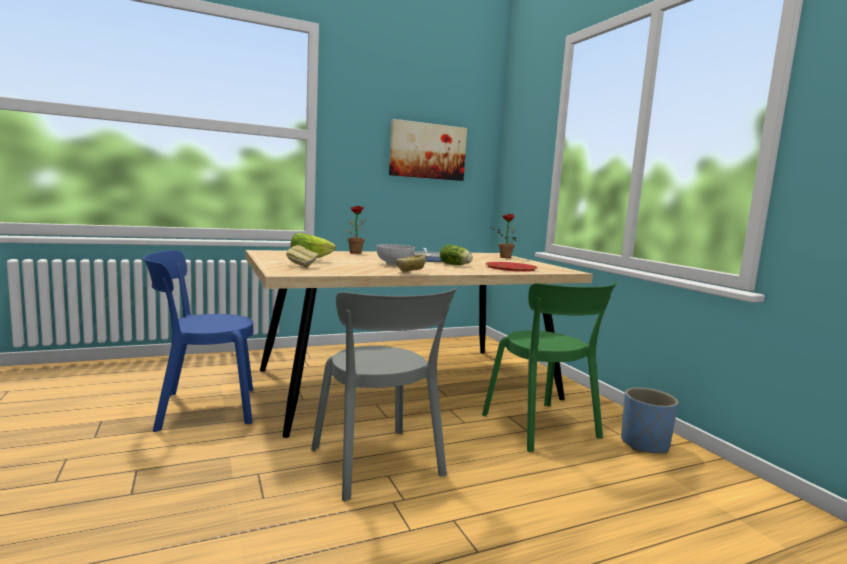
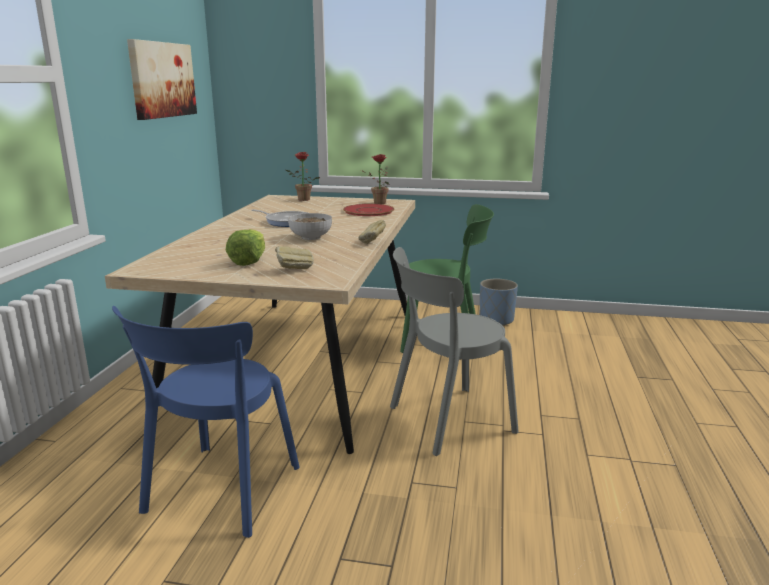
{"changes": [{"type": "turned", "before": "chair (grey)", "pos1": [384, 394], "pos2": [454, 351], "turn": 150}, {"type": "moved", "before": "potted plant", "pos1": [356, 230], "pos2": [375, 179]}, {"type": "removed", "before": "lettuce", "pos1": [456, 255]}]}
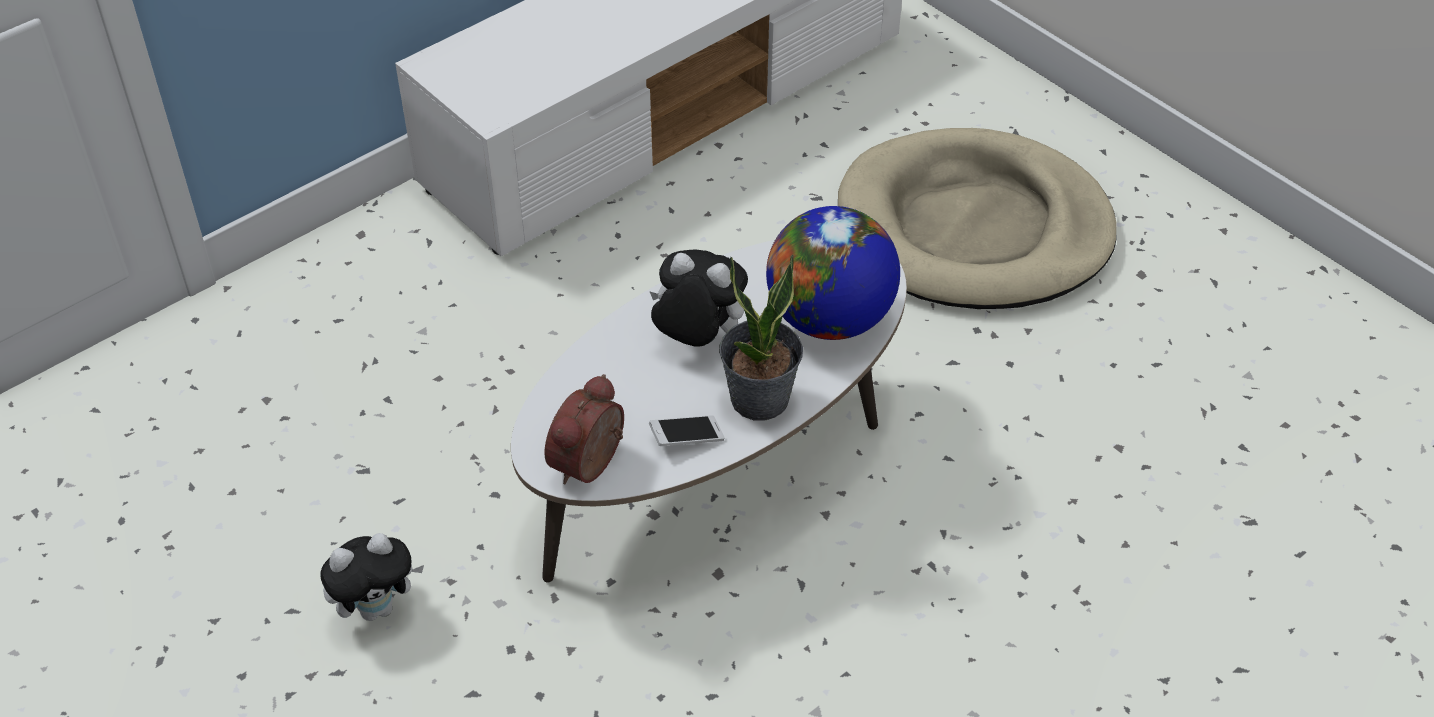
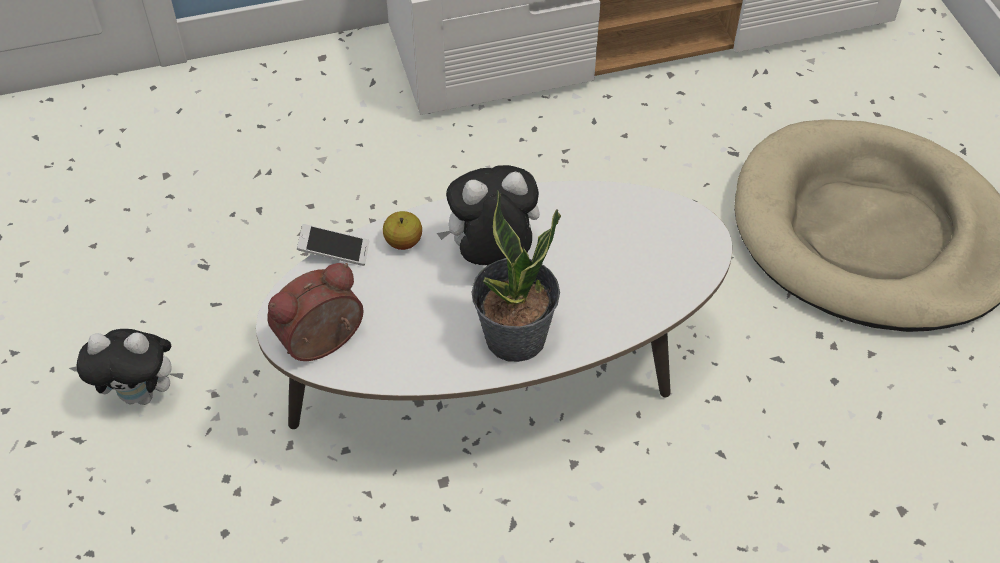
{"changes": [{"type": "turned", "before": "plush toy", "pos1": [698, 298], "pos2": [488, 215], "turn": -60}, {"type": "moved", "before": "phone", "pos1": [687, 430], "pos2": [333, 245]}, {"type": "removed", "before": "globe", "pos1": [833, 273]}, {"type": "added", "after": "apple", "pos2": [402, 230]}]}
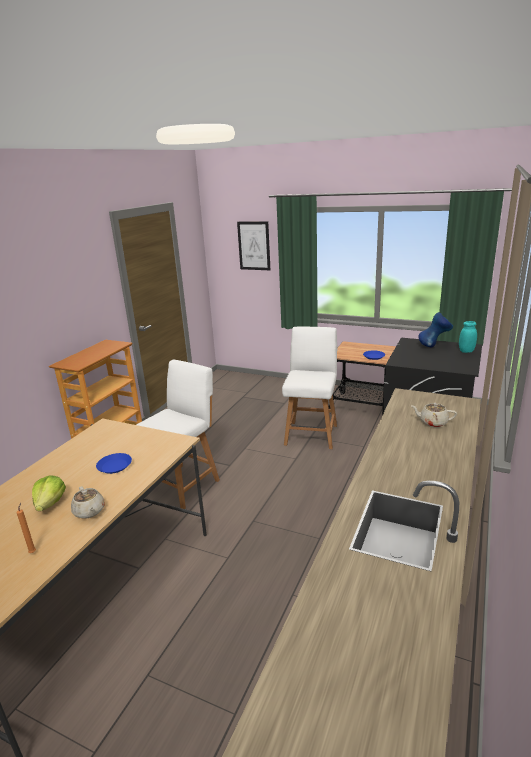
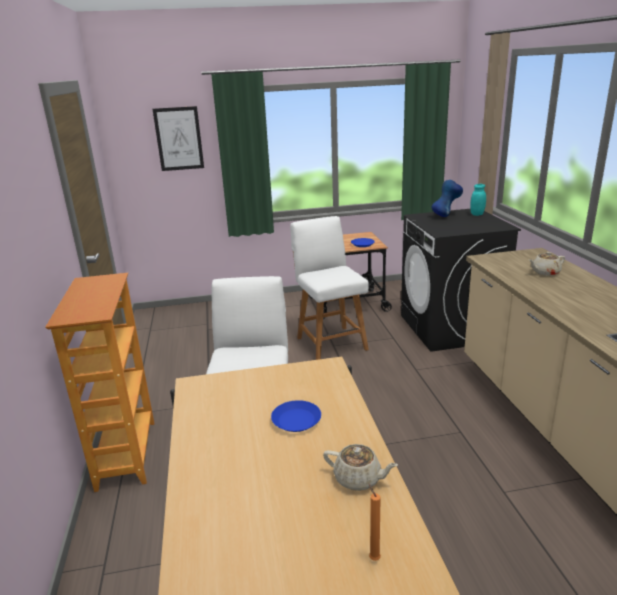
{"changes": [{"type": "removed", "before": "lettuce", "pos1": [49, 493]}]}
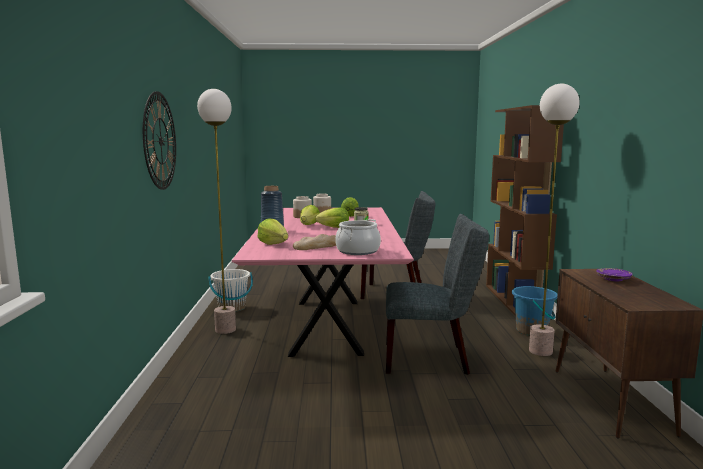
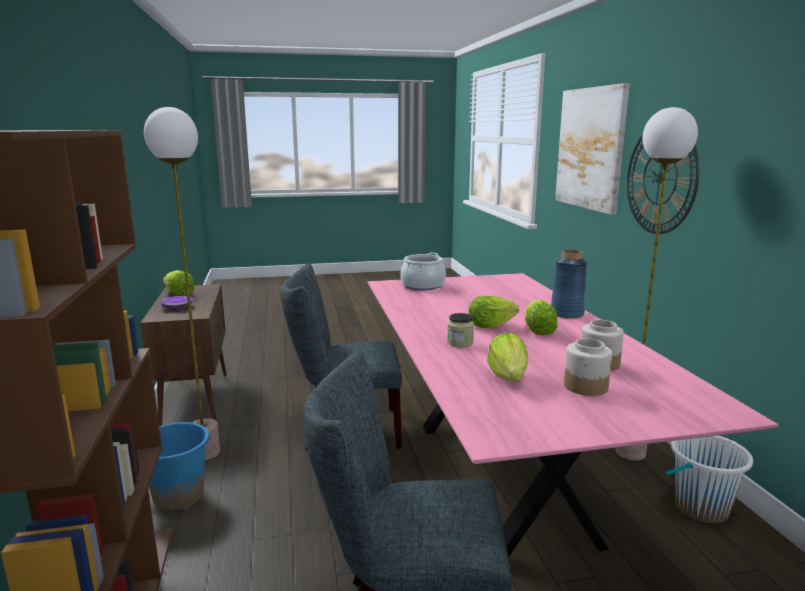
{"changes": [{"type": "moved", "before": "lettuce", "pos1": [272, 232], "pos2": [179, 283]}, {"type": "removed", "before": "bread", "pos1": [314, 242]}, {"type": "added", "after": "picture", "pos2": [592, 149]}]}
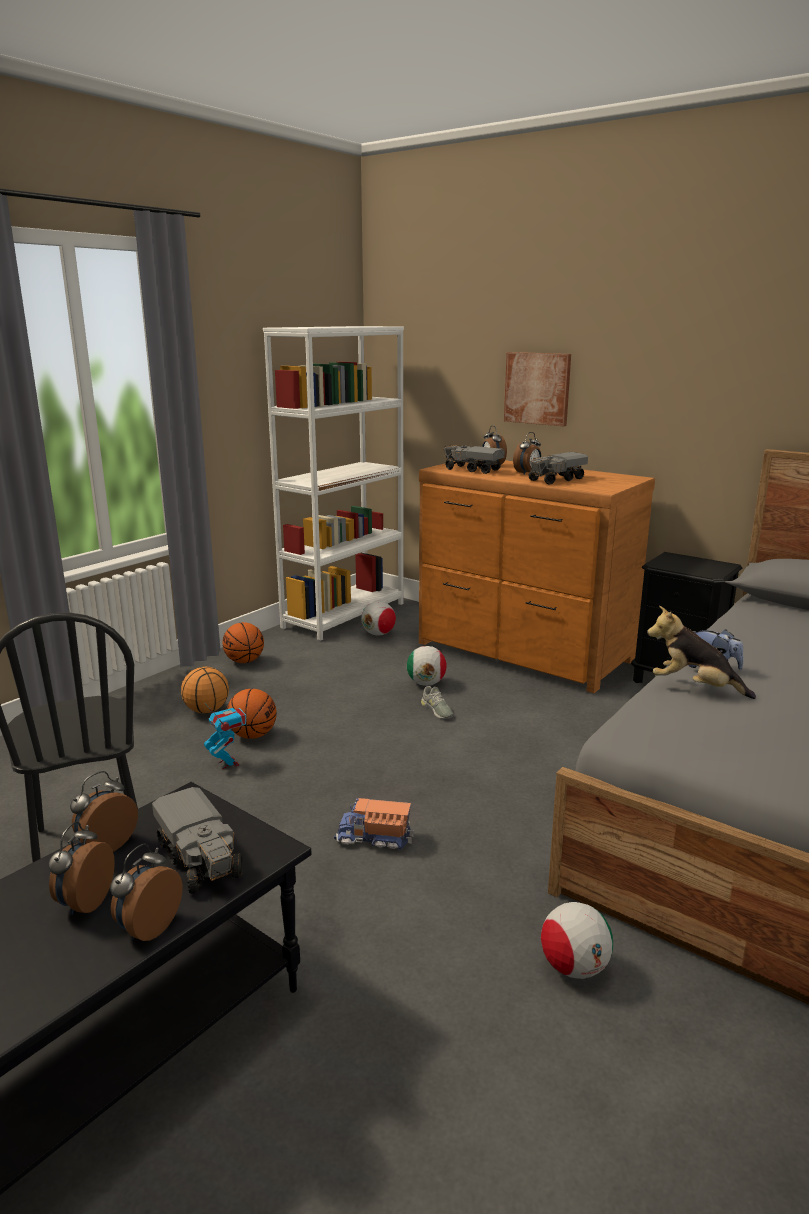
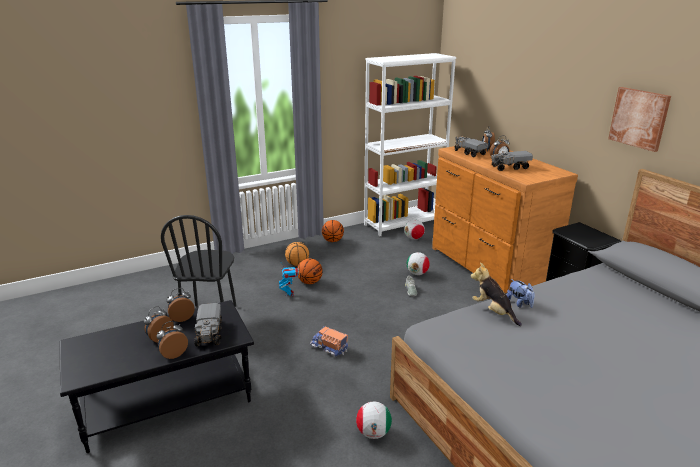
{"changes": [{"type": "moved", "before": "picture", "pos1": [537, 389], "pos2": [639, 119]}]}
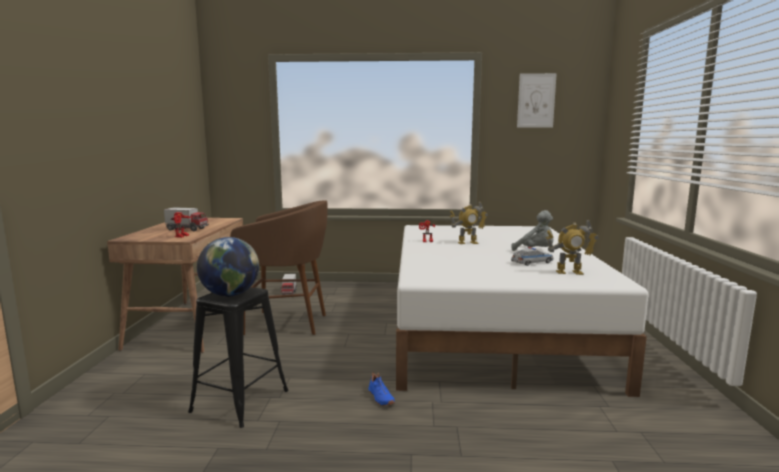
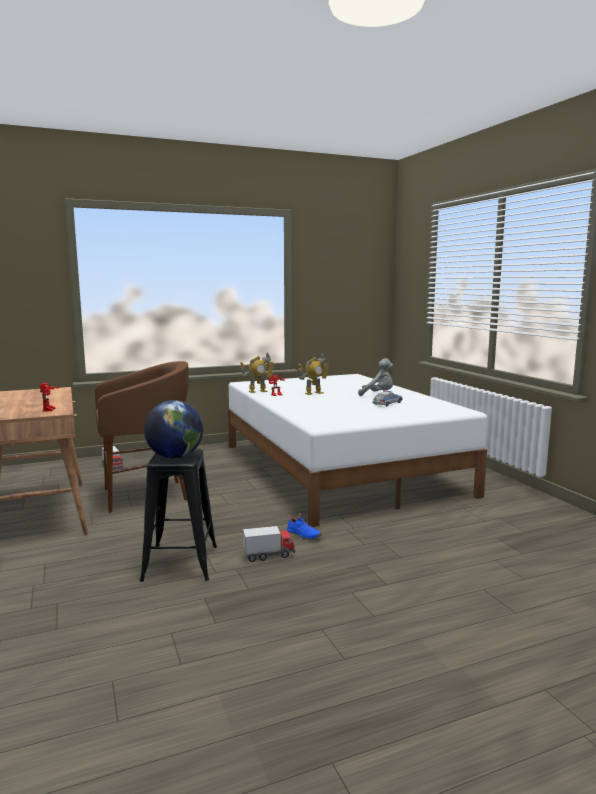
{"changes": [{"type": "moved", "before": "toy truck", "pos1": [186, 219], "pos2": [269, 544]}, {"type": "removed", "before": "picture", "pos1": [537, 100]}, {"type": "moved", "before": "toy robot", "pos1": [572, 247], "pos2": [257, 373]}]}
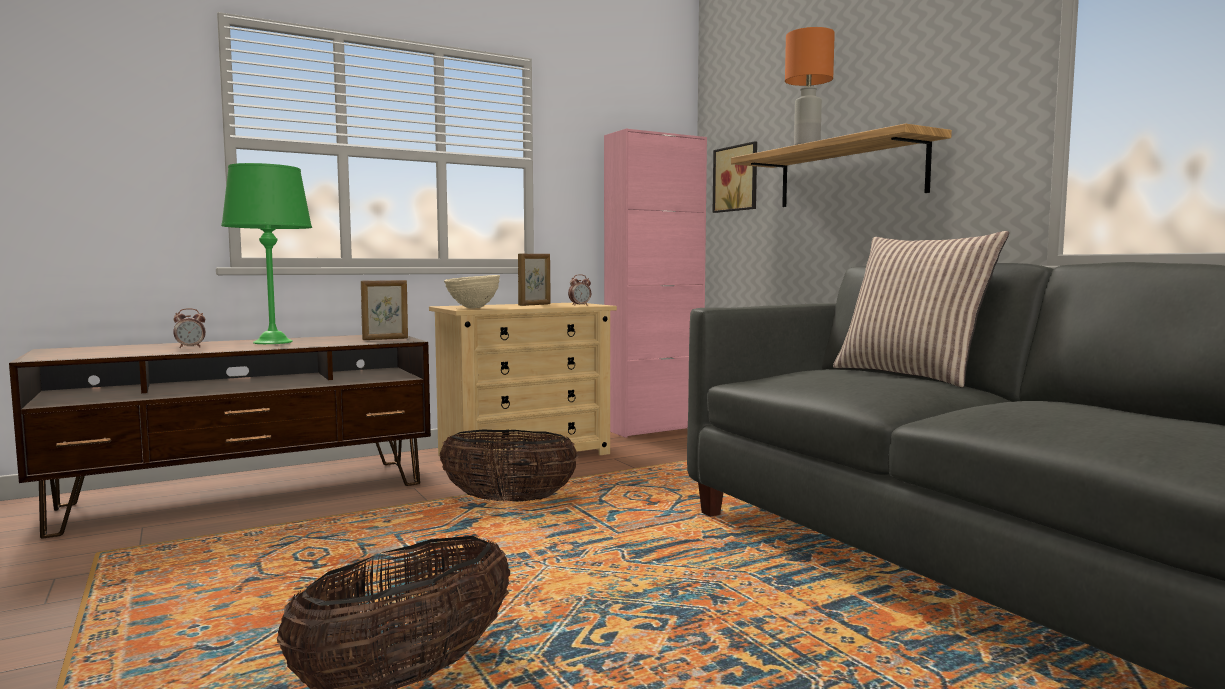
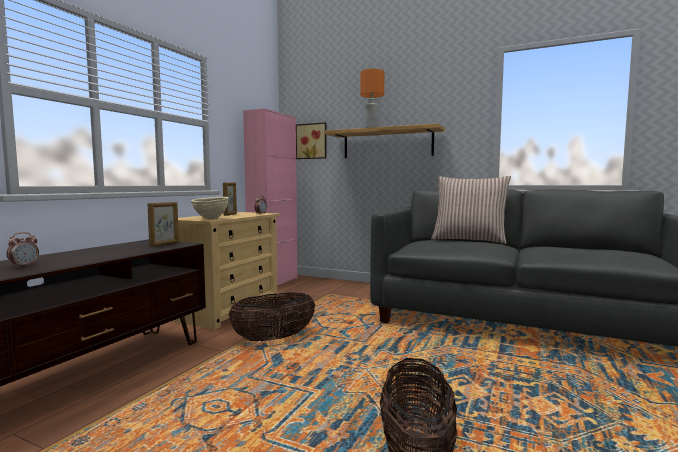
{"changes": [{"type": "removed", "before": "table lamp (green)", "pos1": [266, 253]}]}
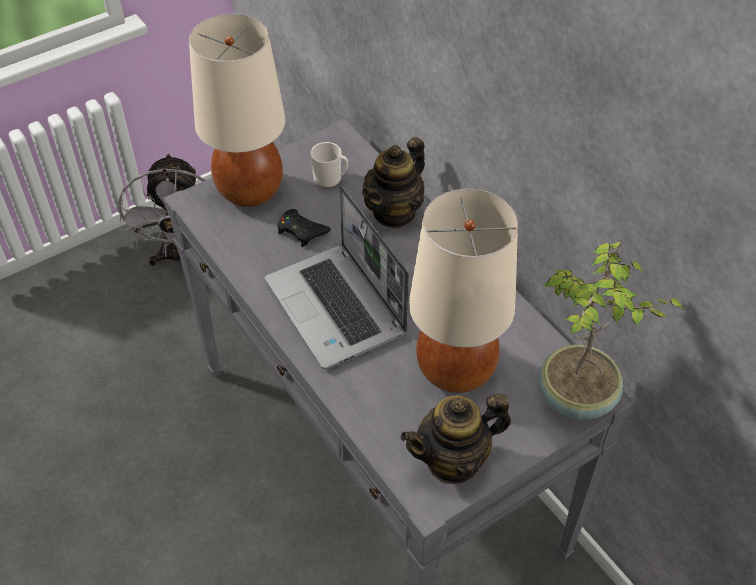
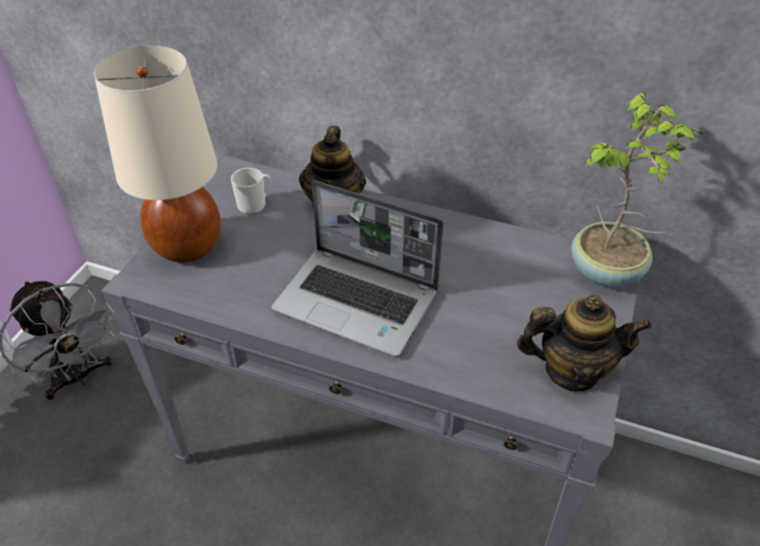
{"changes": [{"type": "removed", "before": "game controller (black)", "pos1": [304, 228]}, {"type": "turned", "before": "teapot", "pos1": [456, 438], "pos2": [584, 343], "turn": -120}, {"type": "removed", "before": "table lamp (beige)", "pos1": [463, 291]}]}
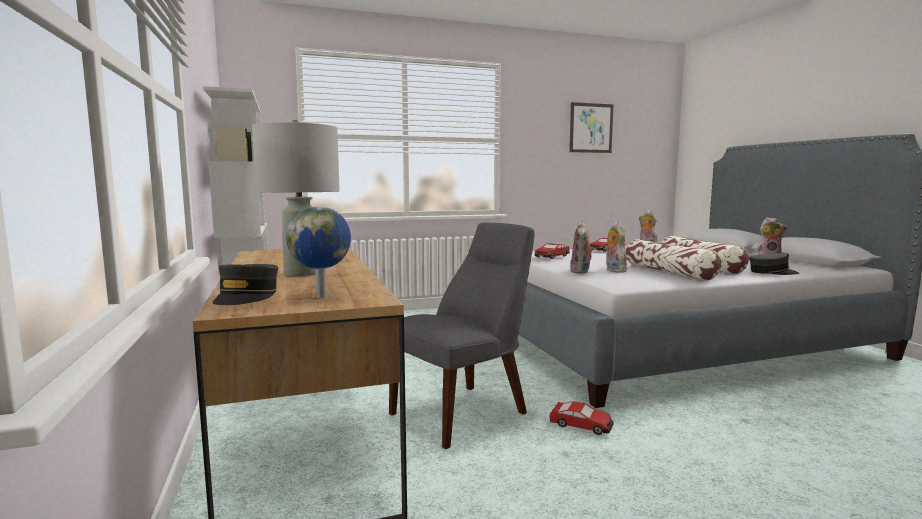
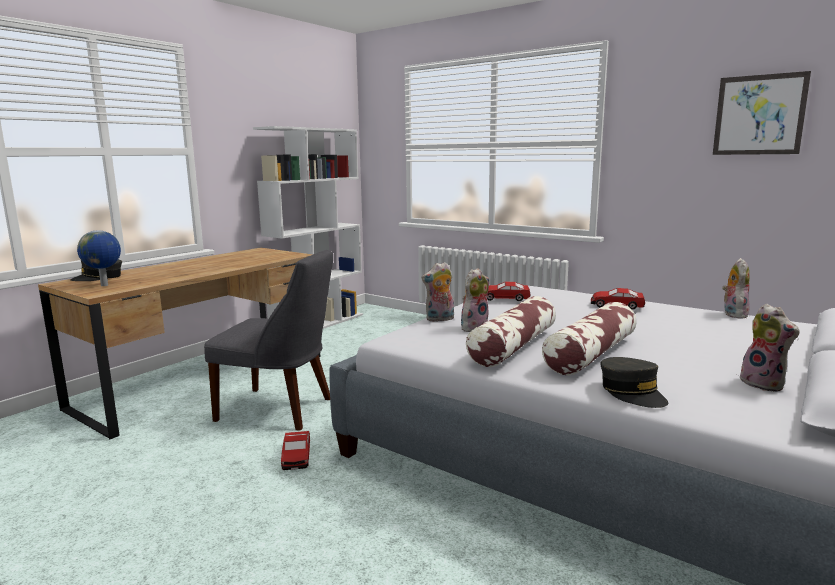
{"changes": [{"type": "removed", "before": "table lamp (grey)", "pos1": [296, 198]}]}
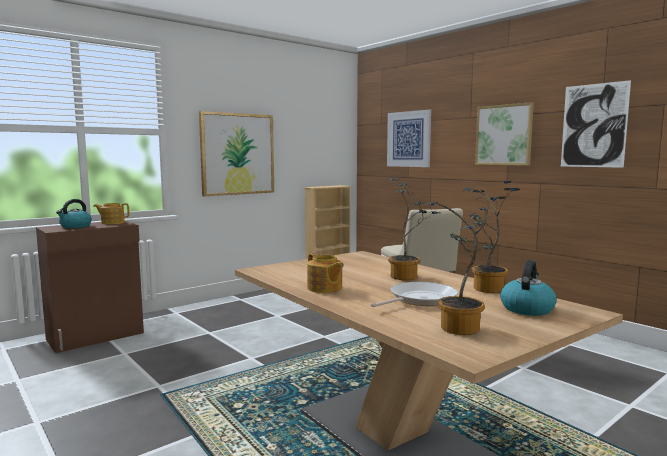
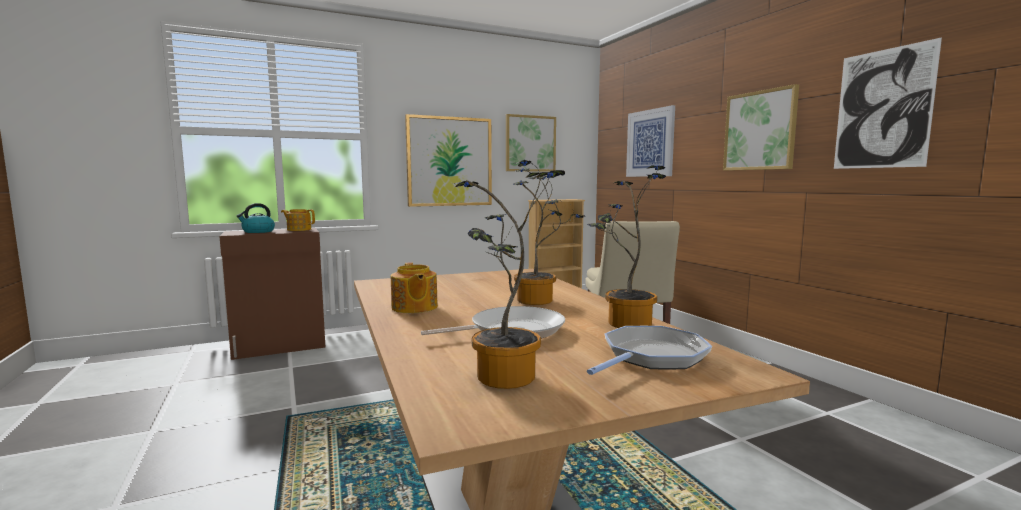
{"changes": [{"type": "replaced", "before": "kettle", "after": "frying pan", "pos1": [528, 288], "pos2": [649, 350]}, {"type": "added", "after": "picture", "pos2": [531, 143]}]}
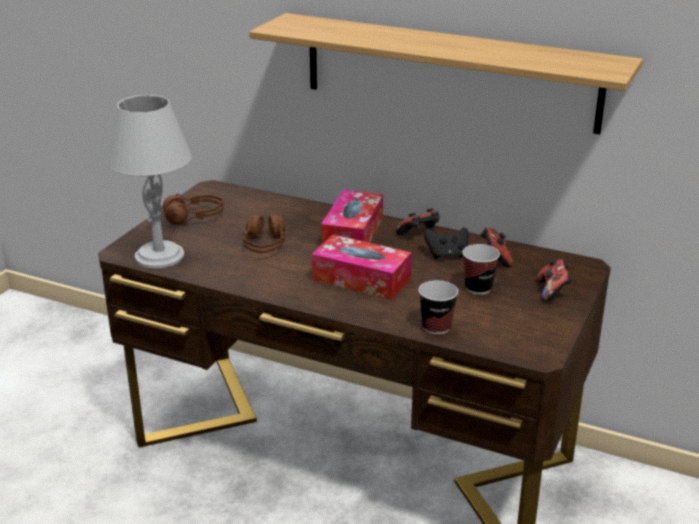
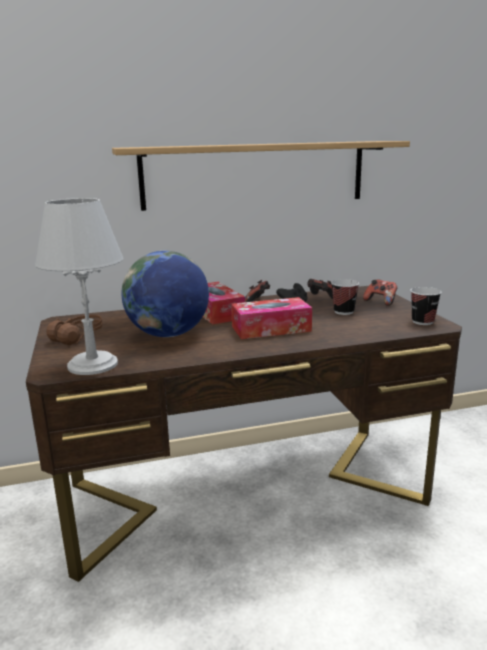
{"changes": [{"type": "replaced", "before": "headphones (brown)", "after": "globe", "pos1": [264, 234], "pos2": [165, 294]}, {"type": "moved", "before": "cup", "pos1": [438, 307], "pos2": [425, 306]}]}
